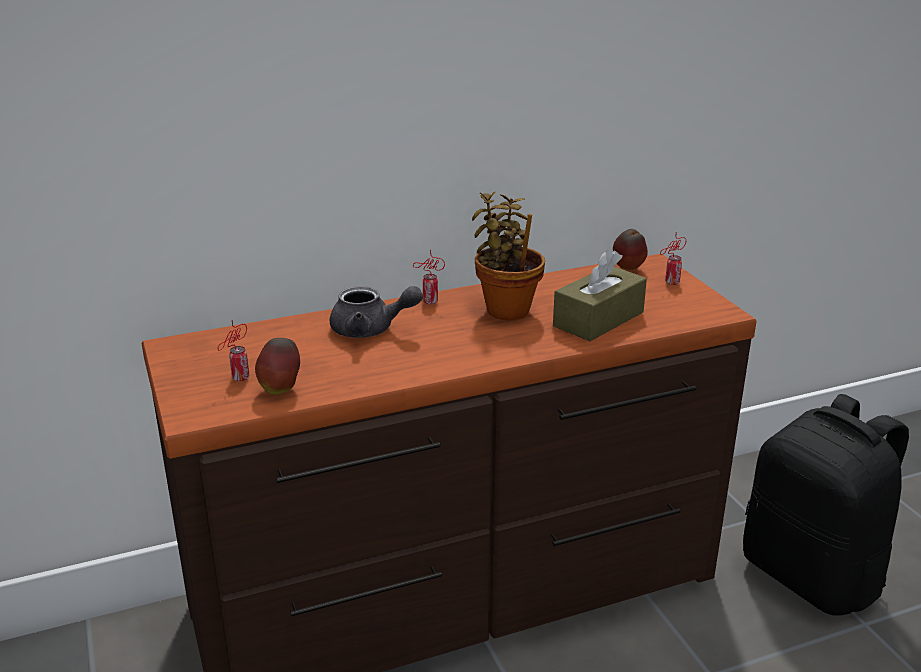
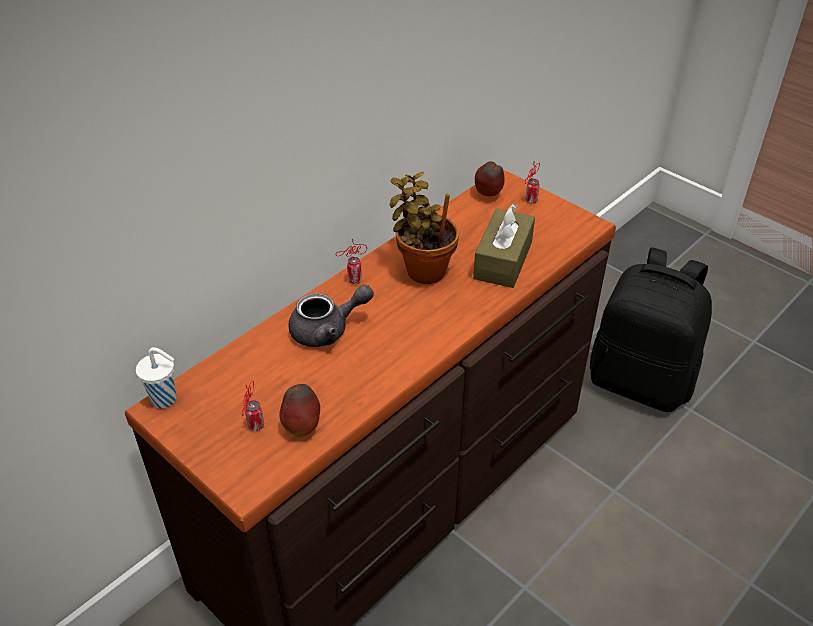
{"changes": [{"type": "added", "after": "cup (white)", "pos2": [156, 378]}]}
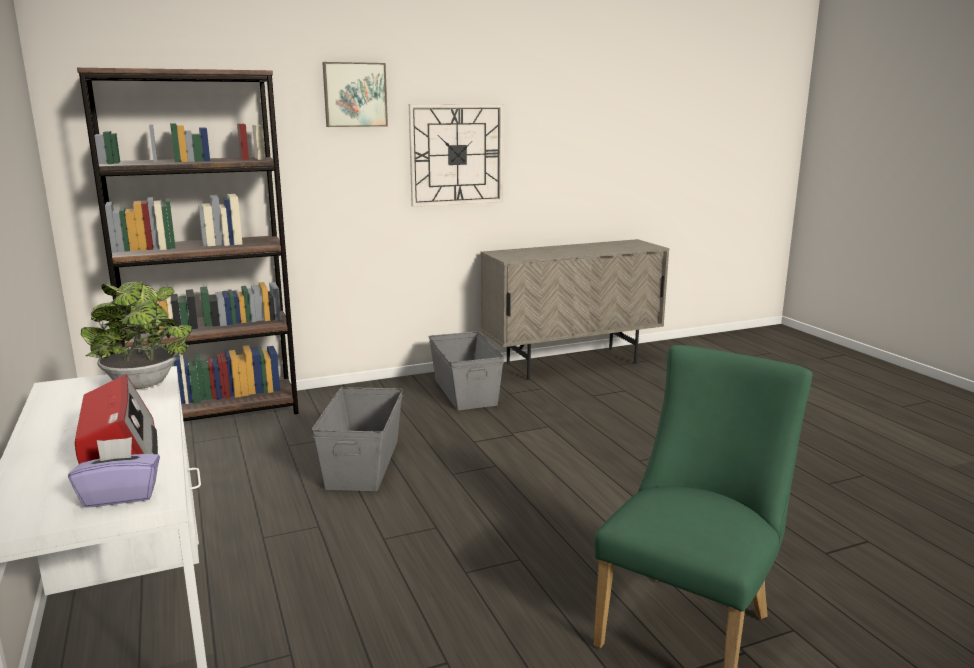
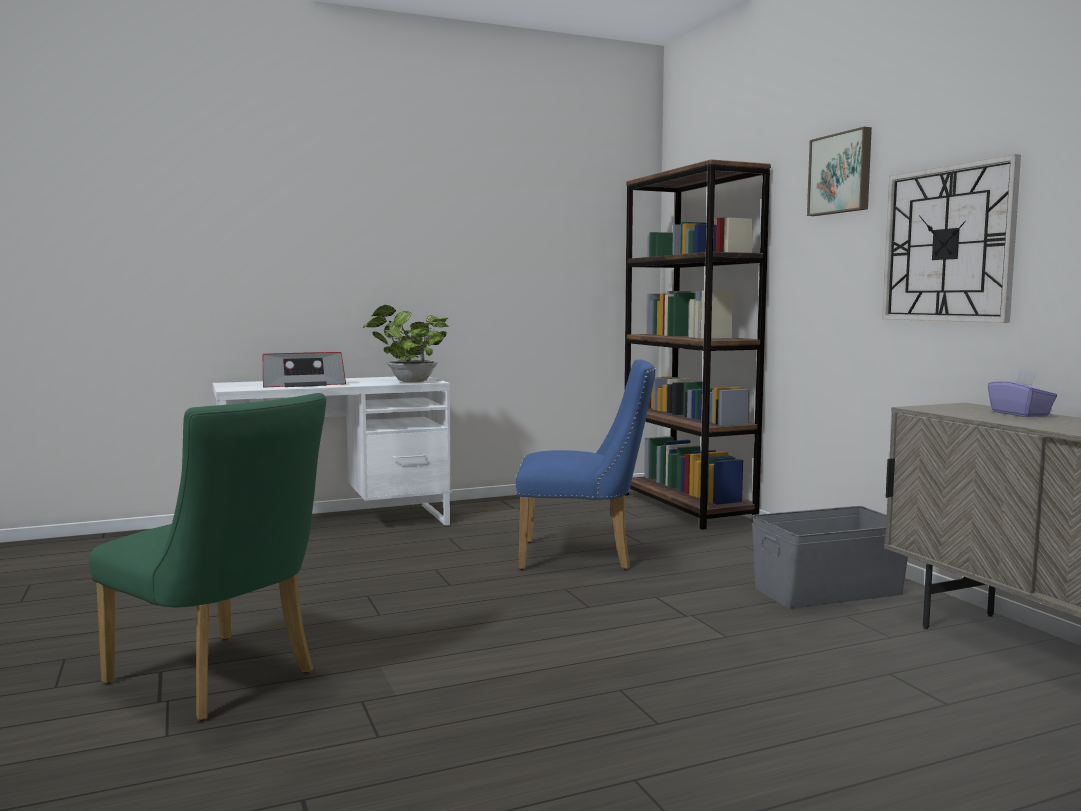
{"changes": [{"type": "moved", "before": "tissue box (purple)", "pos1": [114, 472], "pos2": [1022, 393]}, {"type": "replaced", "before": "storage box (grey)", "after": "chair (blue)", "pos1": [357, 439], "pos2": [585, 465]}]}
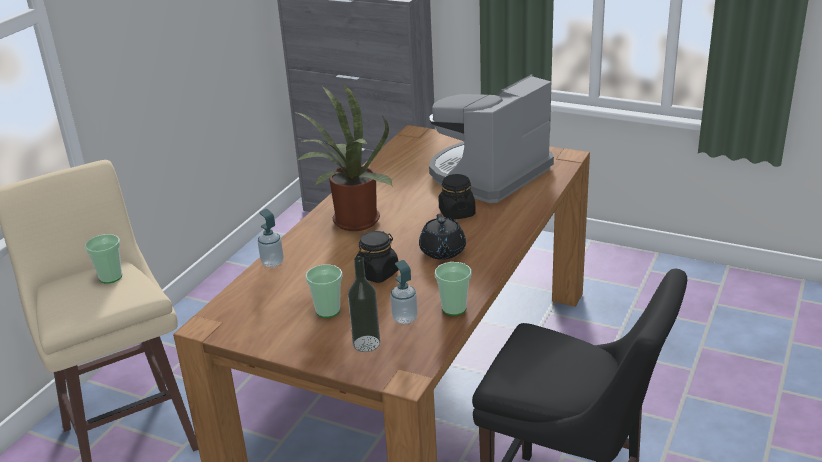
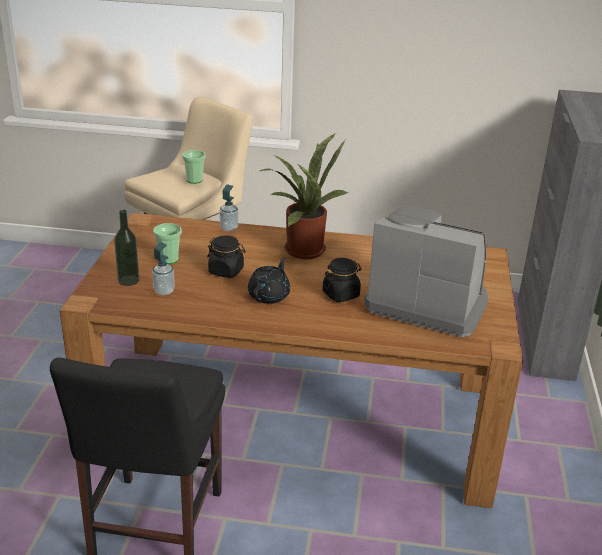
{"changes": [{"type": "turned", "before": "teapot (black)", "pos1": [442, 237], "pos2": [269, 281], "turn": 135}, {"type": "removed", "before": "cup", "pos1": [453, 289]}]}
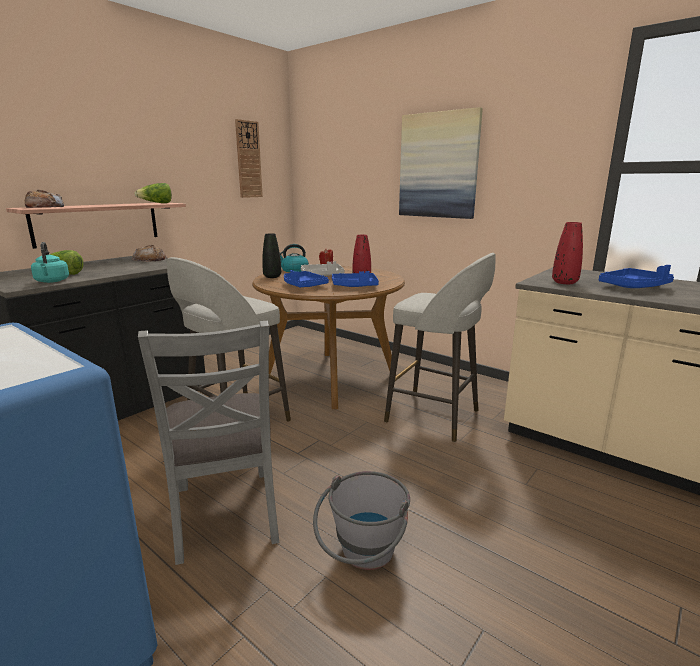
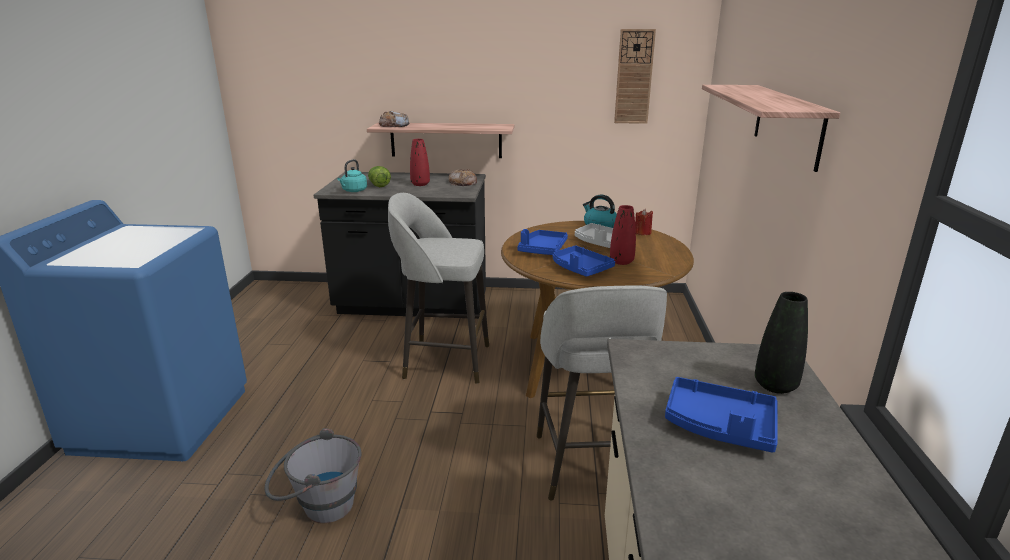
{"changes": [{"type": "removed", "before": "lettuce", "pos1": [153, 193]}, {"type": "removed", "before": "chair (grey)", "pos1": [208, 443]}, {"type": "moved", "before": "vase (black)", "pos1": [271, 255], "pos2": [781, 343]}, {"type": "replaced", "before": "picture", "after": "shelf", "pos1": [441, 163], "pos2": [771, 128]}, {"type": "moved", "before": "vase (red)", "pos1": [567, 253], "pos2": [420, 162]}]}
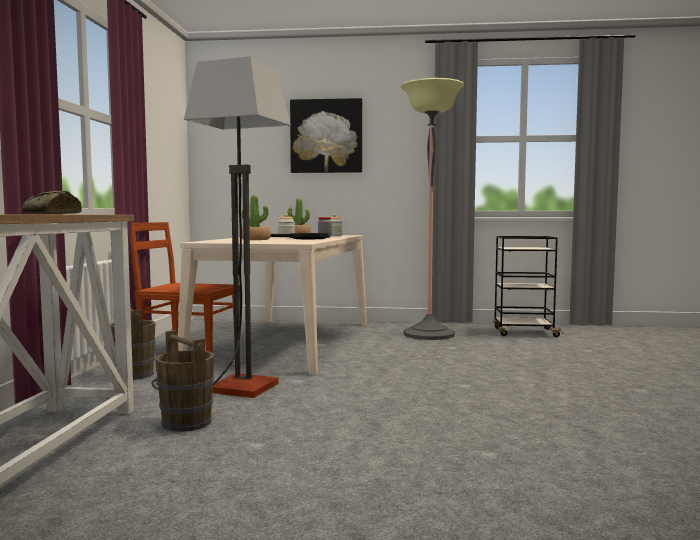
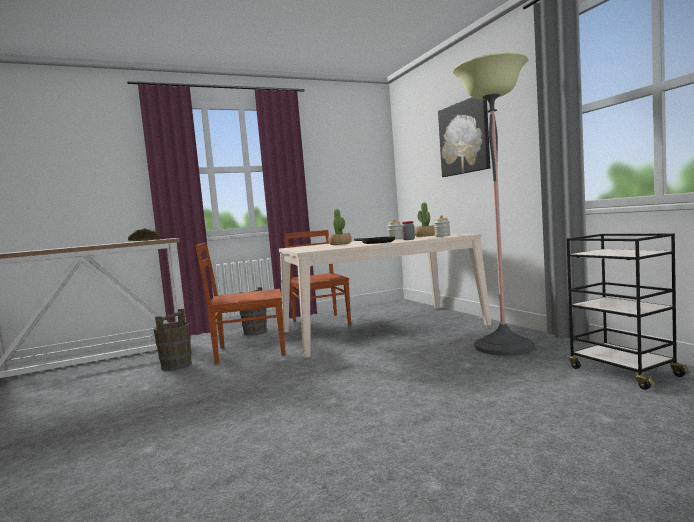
{"changes": [{"type": "replaced", "before": "floor lamp", "after": "chair (brown)", "pos1": [221, 227], "pos2": [240, 303]}]}
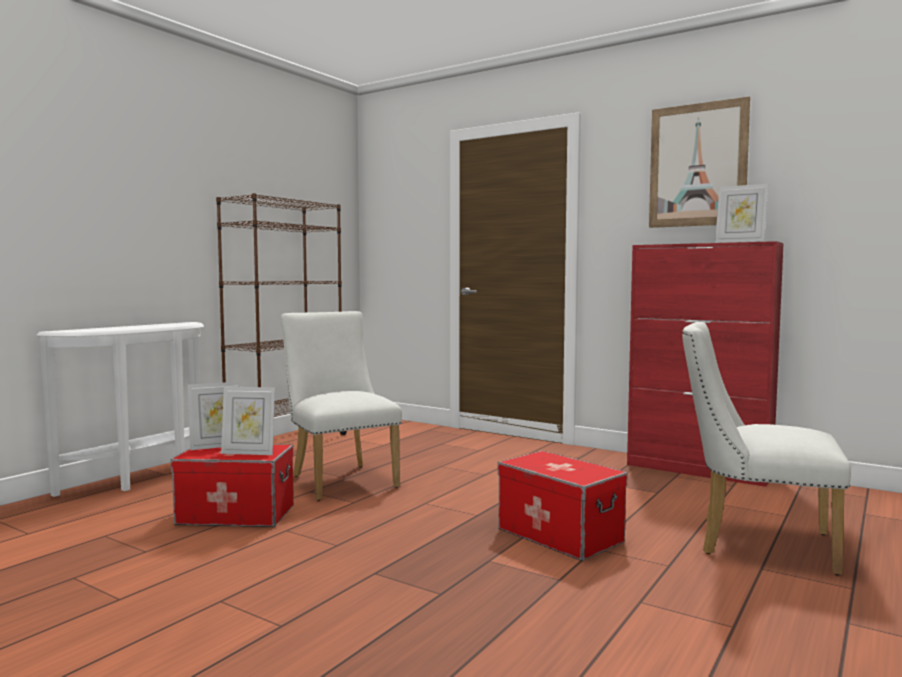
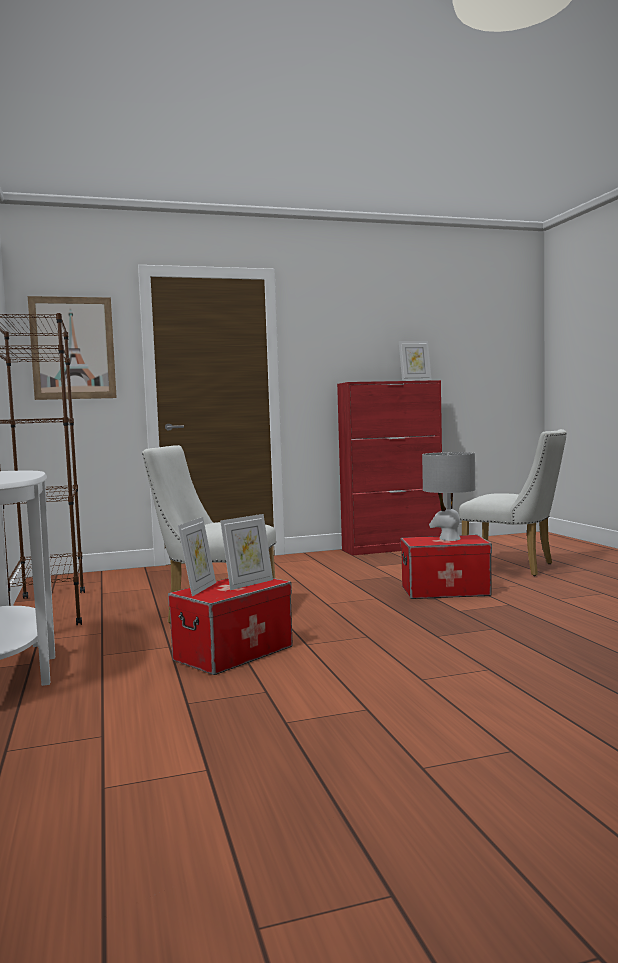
{"changes": [{"type": "moved", "before": "picture", "pos1": [699, 162], "pos2": [72, 348]}, {"type": "turned", "before": "chair (white)", "pos1": [766, 449], "pos2": [513, 502], "turn": -120}, {"type": "added", "after": "table lamp (grey)", "pos2": [448, 496]}]}
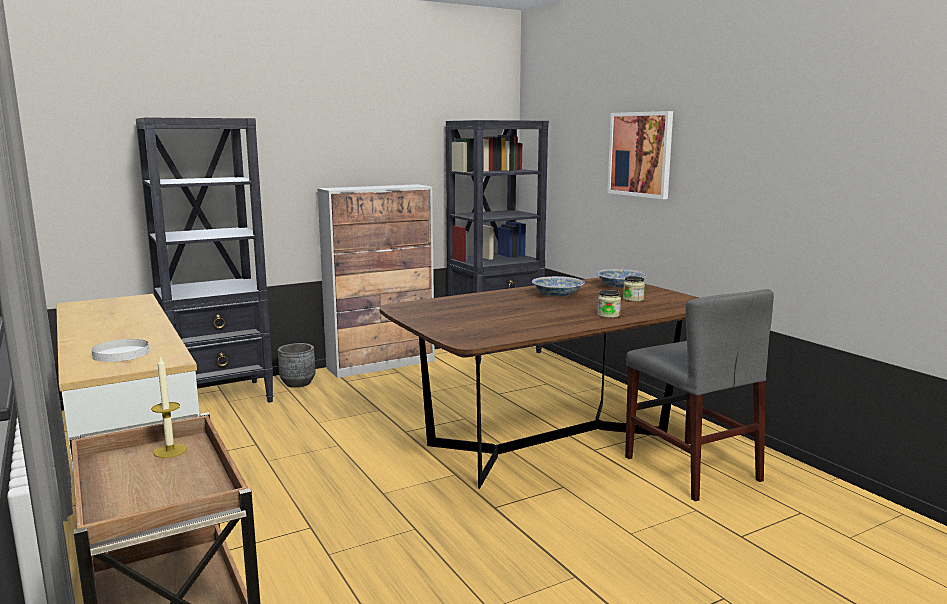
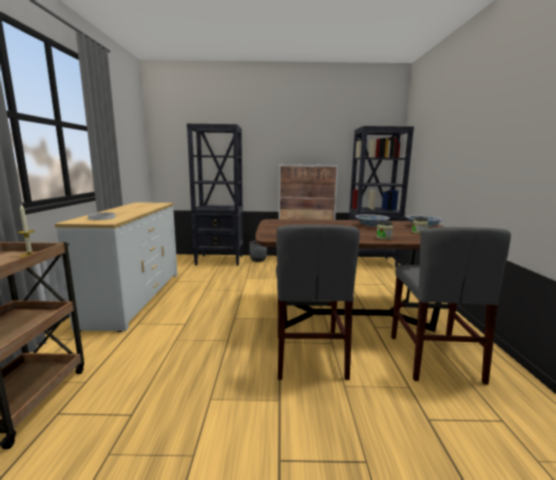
{"changes": [{"type": "removed", "before": "picture", "pos1": [640, 155]}, {"type": "added", "after": "chair (grey)", "pos2": [318, 302]}]}
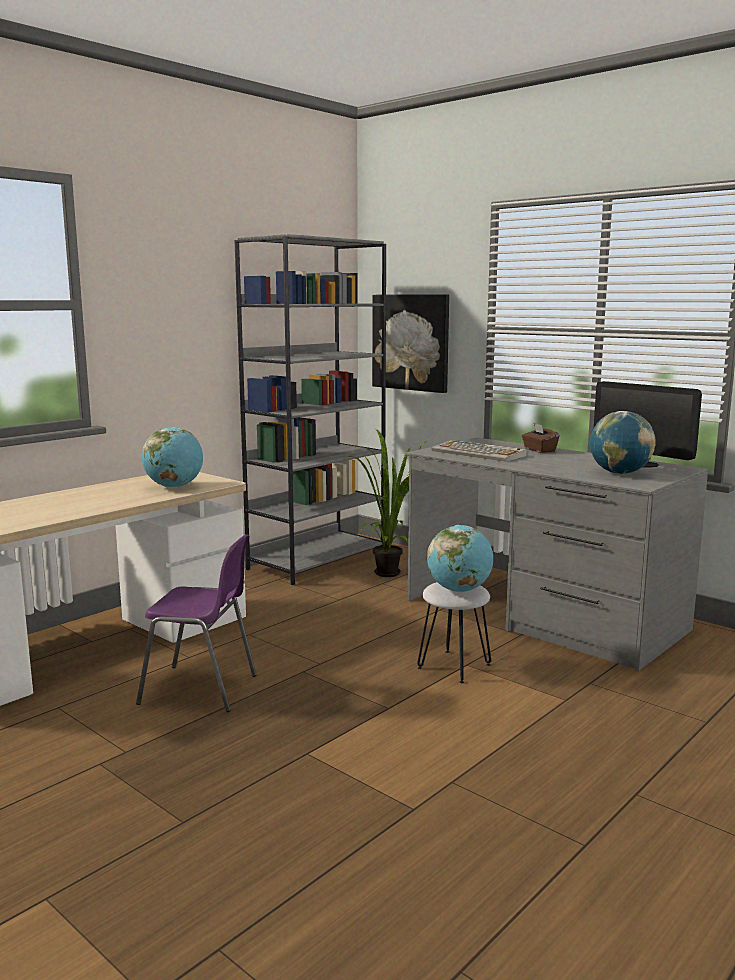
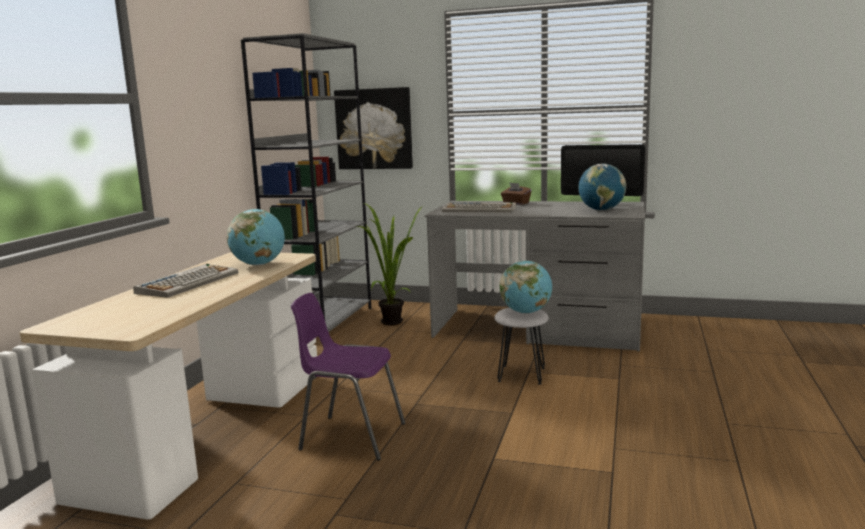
{"changes": [{"type": "turned", "before": "chair (purple)", "pos1": [196, 623], "pos2": [348, 377], "turn": -150}, {"type": "added", "after": "keyboard", "pos2": [185, 281]}]}
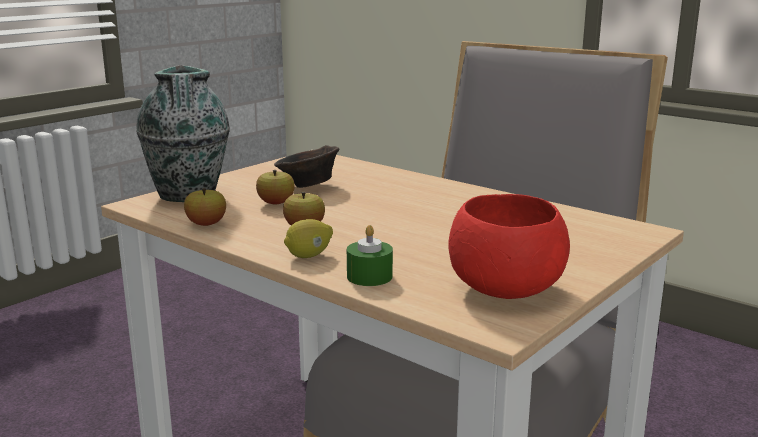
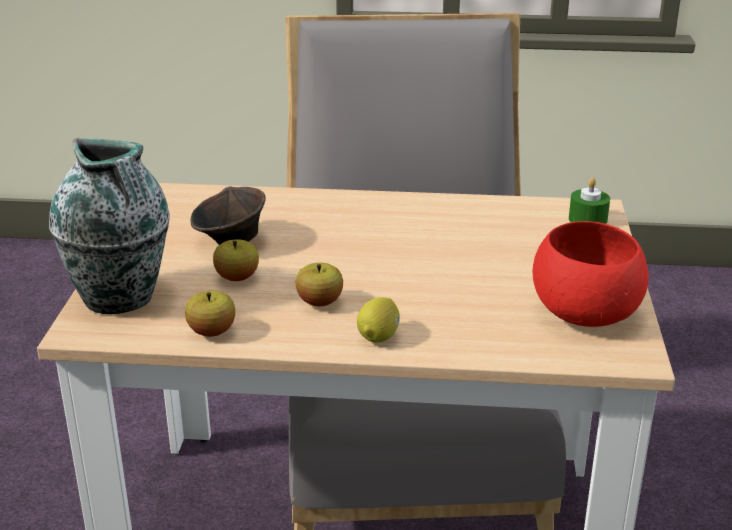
{"changes": [{"type": "moved", "before": "candle (green)", "pos1": [370, 255], "pos2": [589, 201]}]}
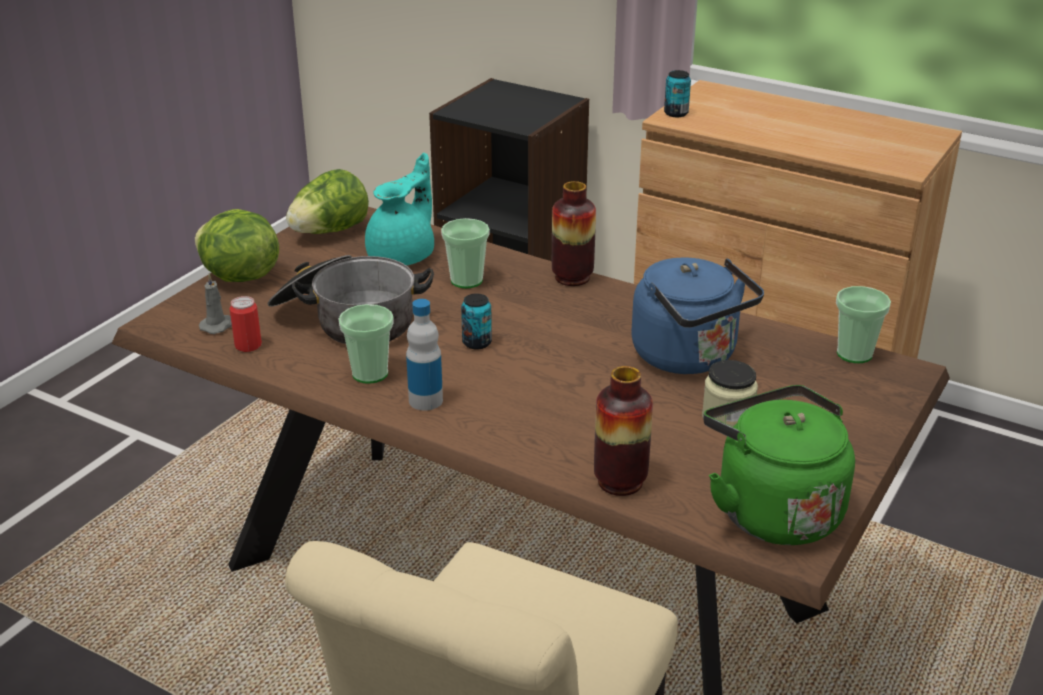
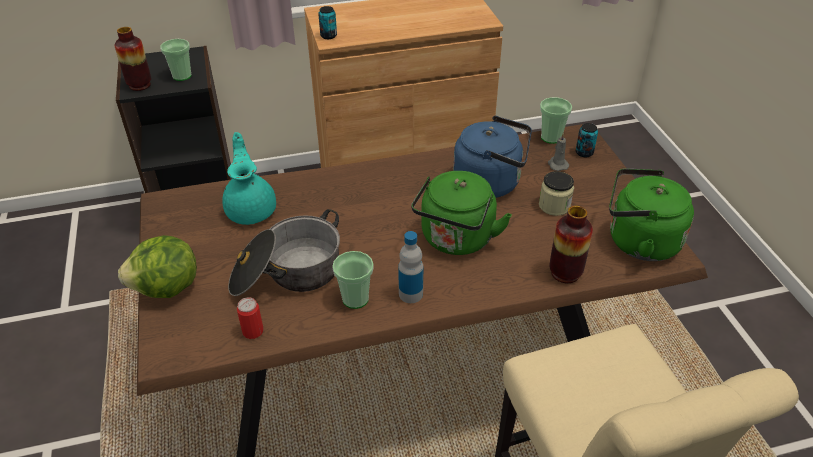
{"changes": [{"type": "moved", "before": "candle (grey)", "pos1": [215, 303], "pos2": [558, 152]}, {"type": "removed", "before": "lettuce", "pos1": [327, 201]}, {"type": "moved", "before": "cup", "pos1": [465, 253], "pos2": [176, 60]}, {"type": "moved", "before": "can", "pos1": [476, 321], "pos2": [587, 140]}, {"type": "moved", "before": "vase", "pos1": [574, 233], "pos2": [133, 59]}, {"type": "added", "after": "kettle (green)", "pos2": [461, 213]}]}
